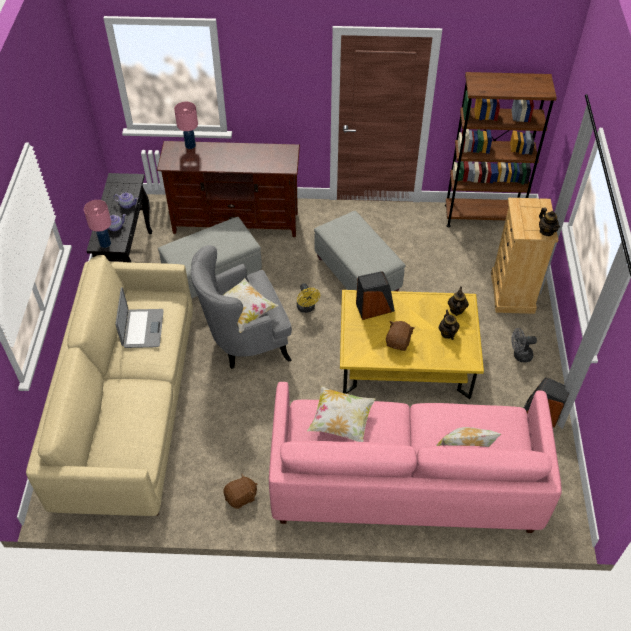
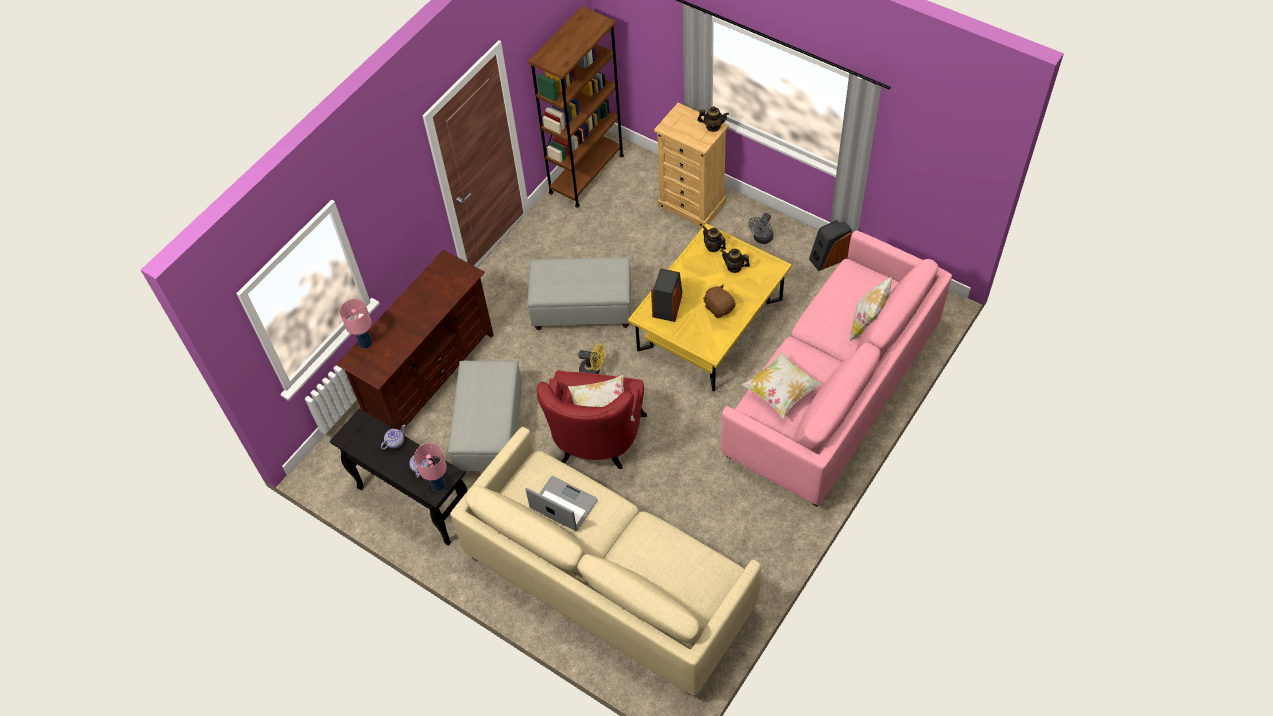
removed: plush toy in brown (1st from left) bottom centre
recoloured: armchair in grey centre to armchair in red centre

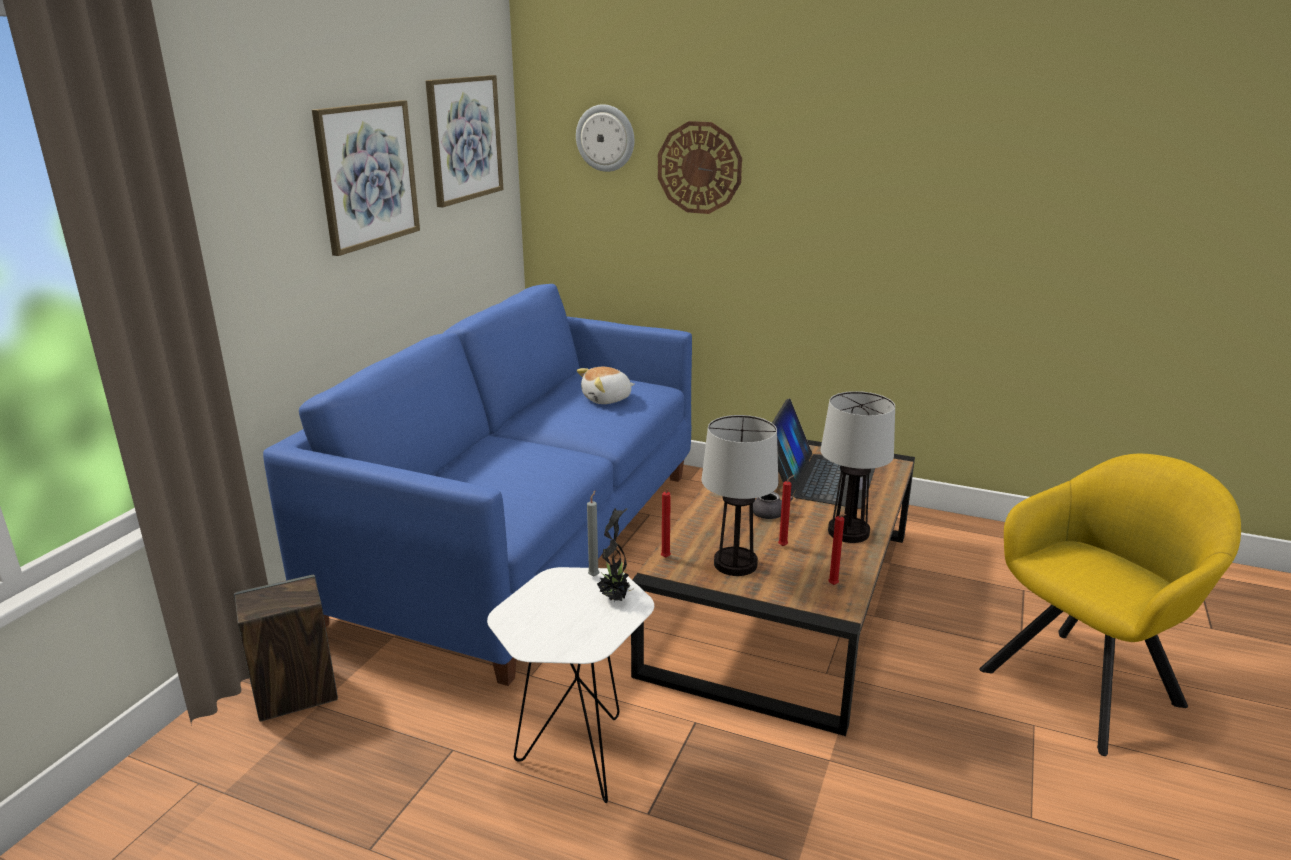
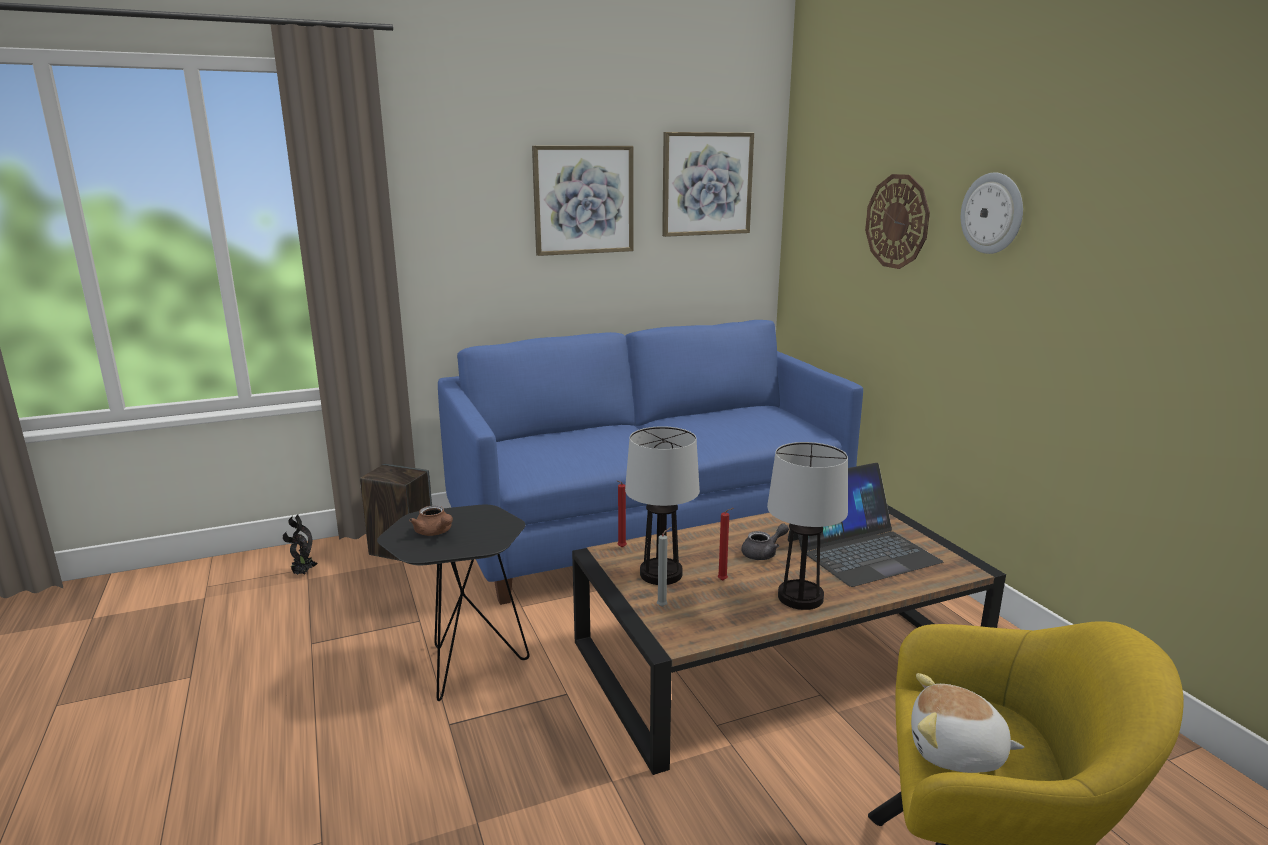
removed: candle in red (3rd from left) centre
added: teapot in brown centre
moved: wall clock (1st from left in the first image) top centre to wall clock (2nd from left) top right; plush toy centre to bottom right; candle in grey centre to bottom centre; potted plant centre to middle left
recoloured: side table in white bottom centre to side table in black bottom centre

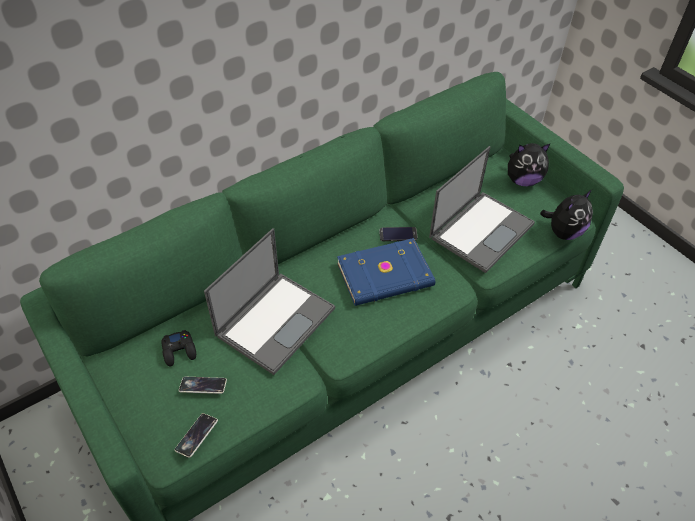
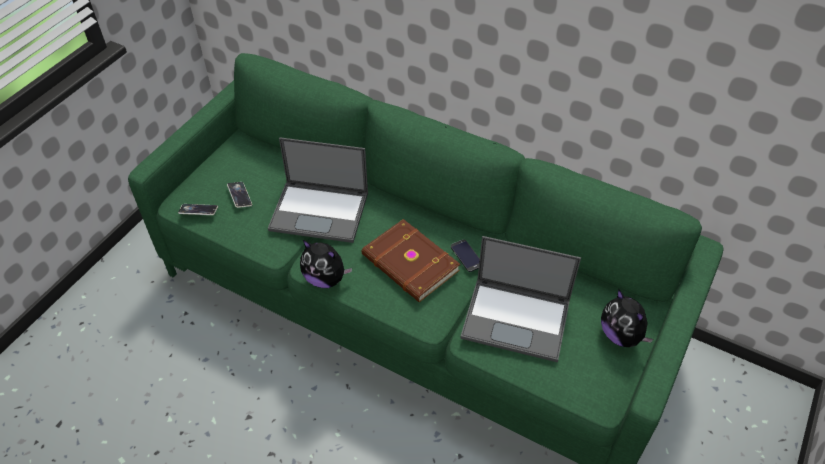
removed: game controller in black bottom left
moved: plush toy (2nd from left in the first image) middle right to plush toy (1st from left) centre
recoloured: book in blue centre to book in brown centre

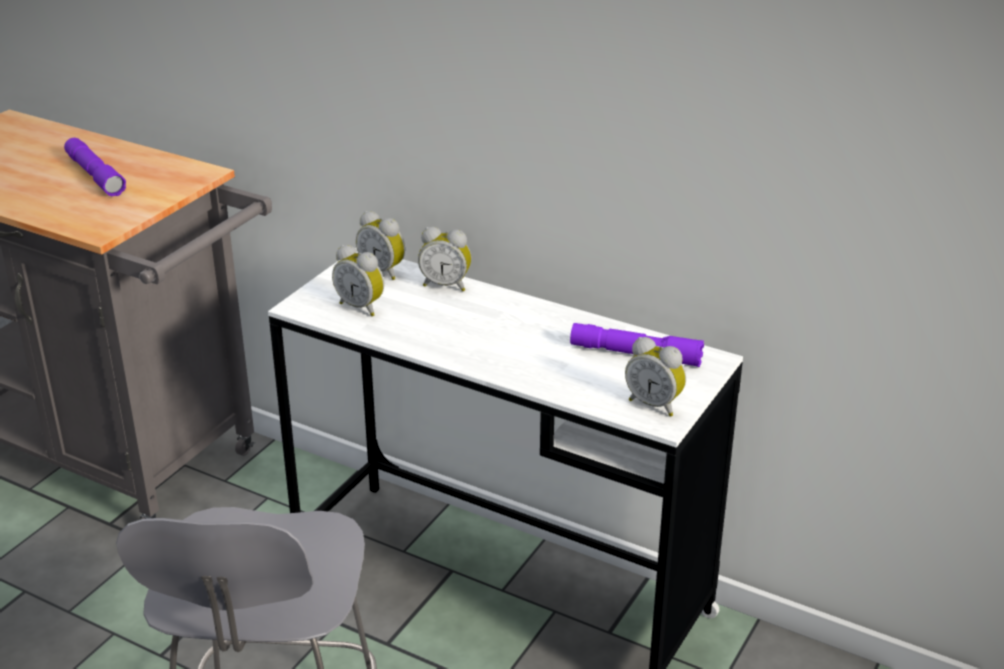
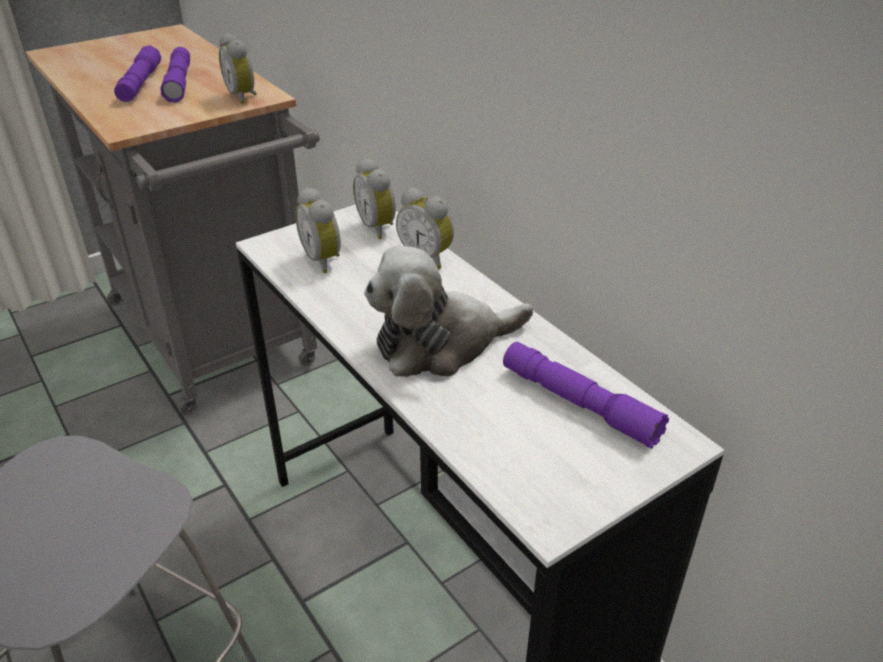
added: flashlight in purple (1st from left) top left; plush toy centre
moved: alarm clock (4th from left in the first image) centre to alarm clock (1st from left) top left

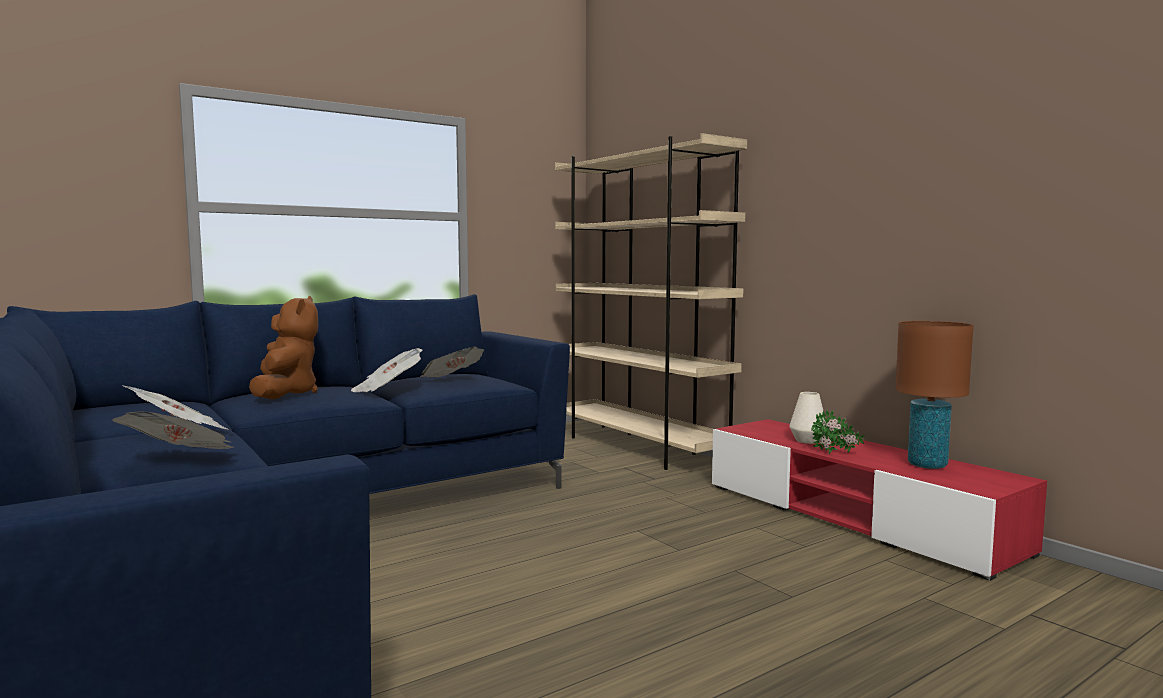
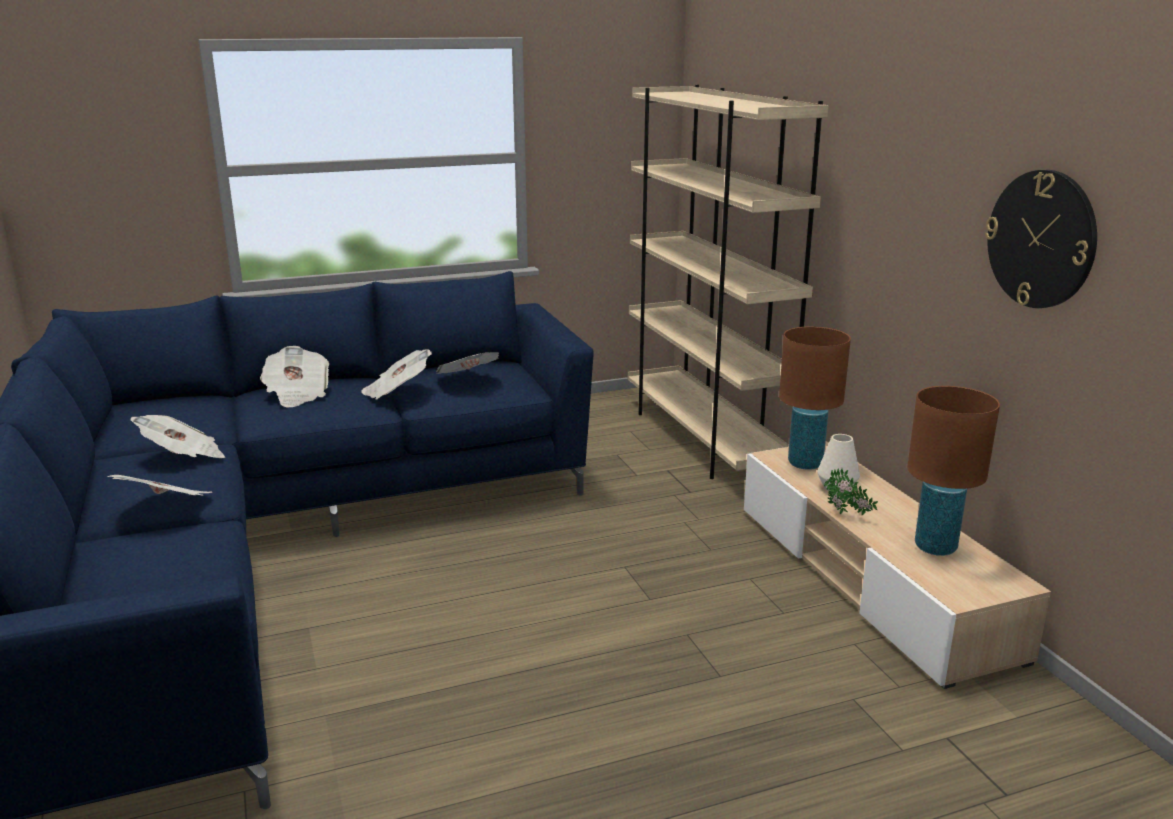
added: table lamp in brown (1st from left) middle right; wall clock top right
replaced: plush toy in brown middle left to newspaper (3rd from left) middle left
recoloured: tv stand in red bottom right to tv stand in beige bottom right

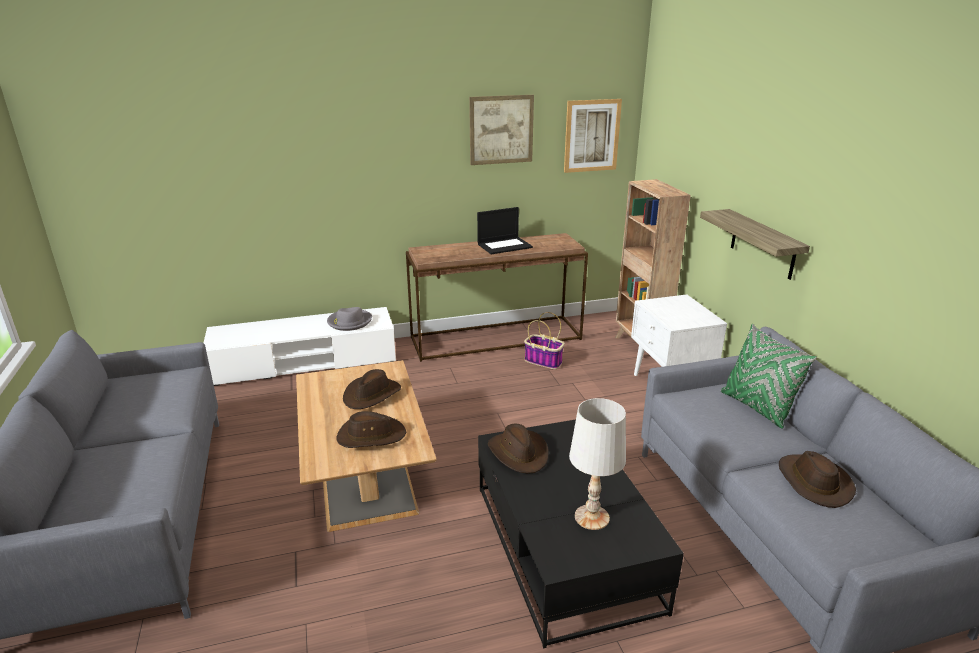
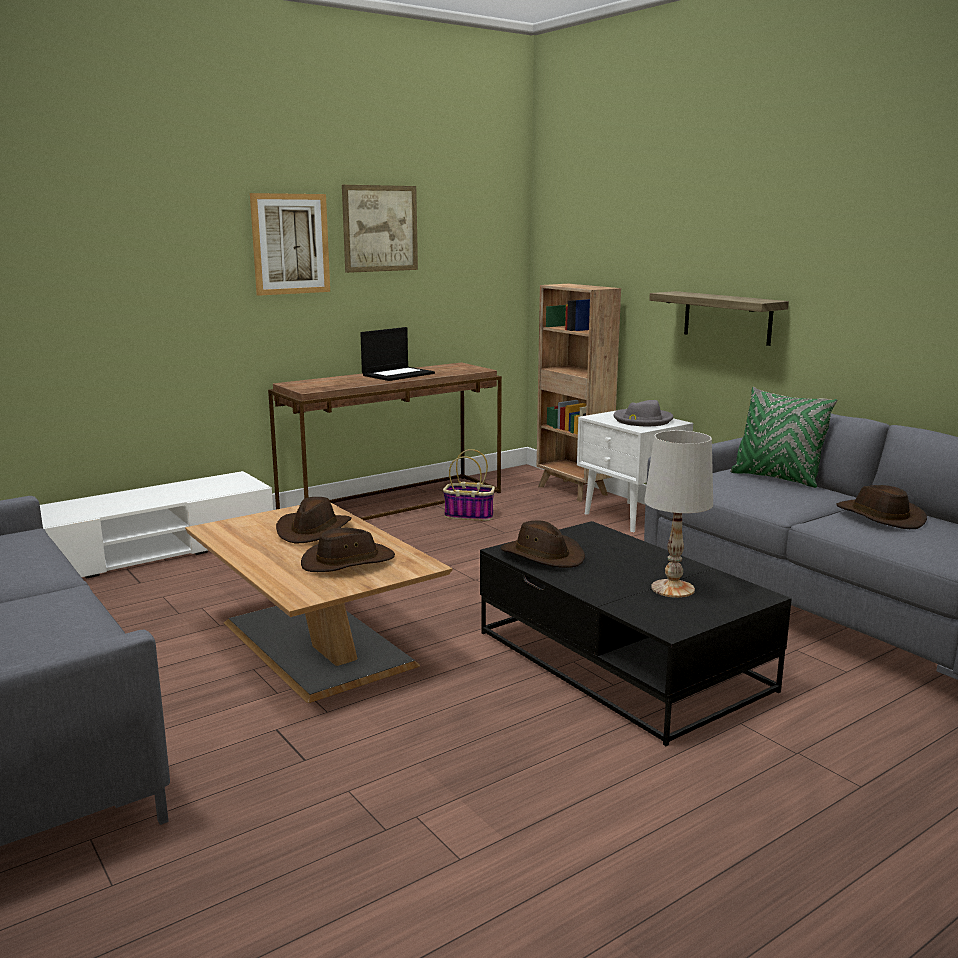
moved: hat in grey centre to middle right; picture (2nd from left in the first image) top centre to picture (1st from left) top left

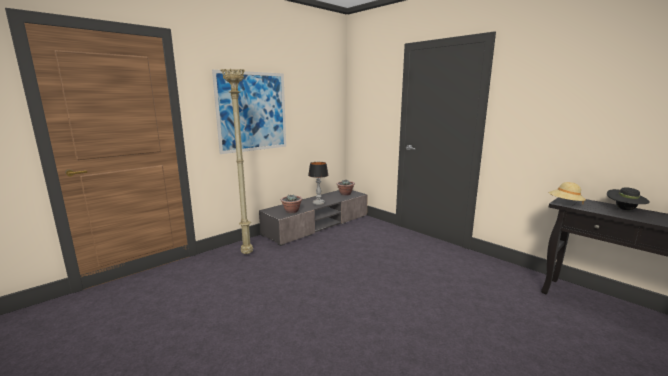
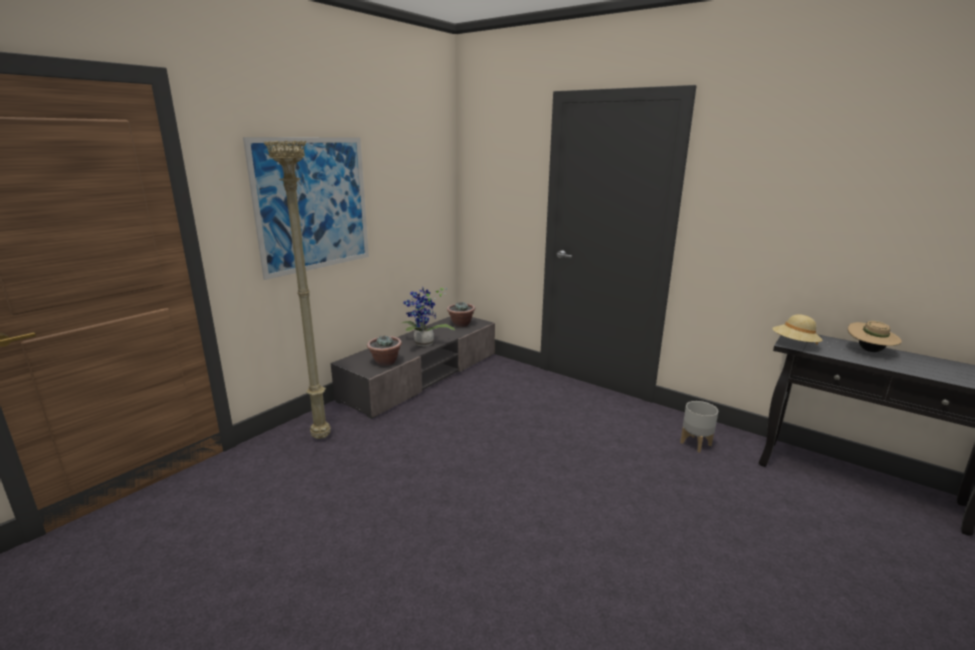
added: planter in grey middle right
replaced: table lamp centre to potted plant (2nd from left) centre
recoloured: hat in black middle right to hat in beige (2nd from left) middle right

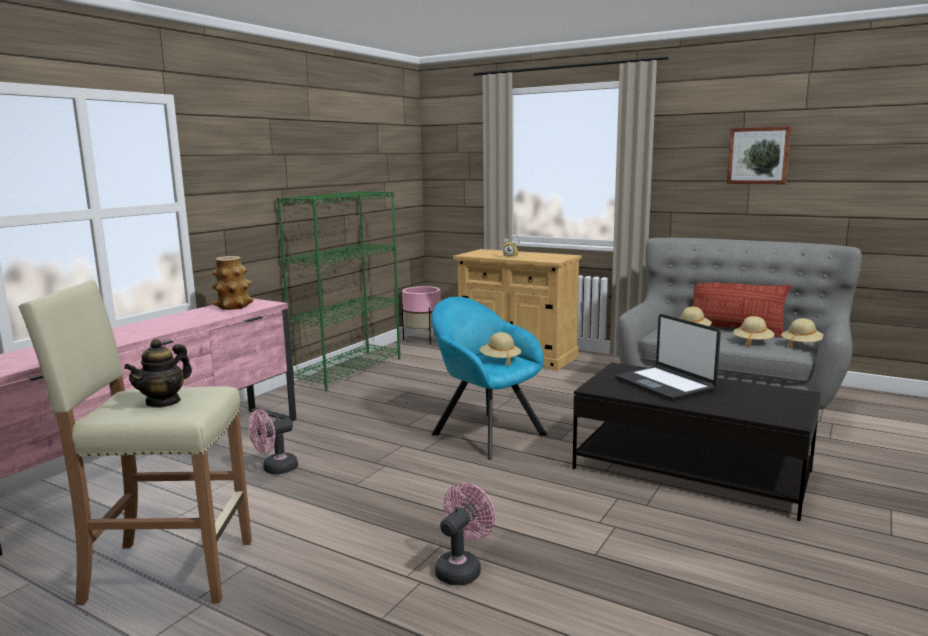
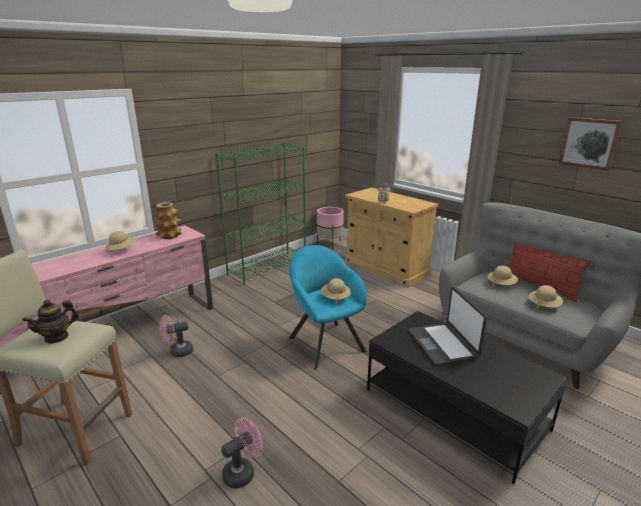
moved: hat in beige (4th from left in the first image) middle right to hat in beige (1st from left) middle left

